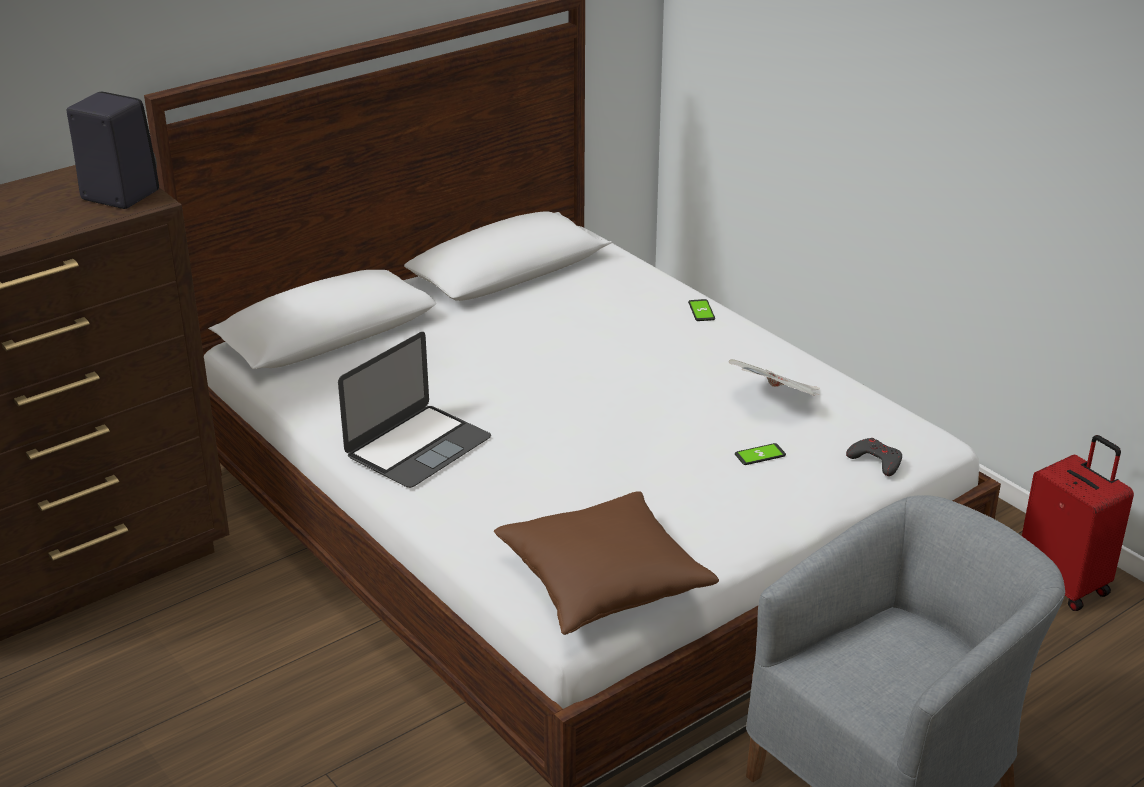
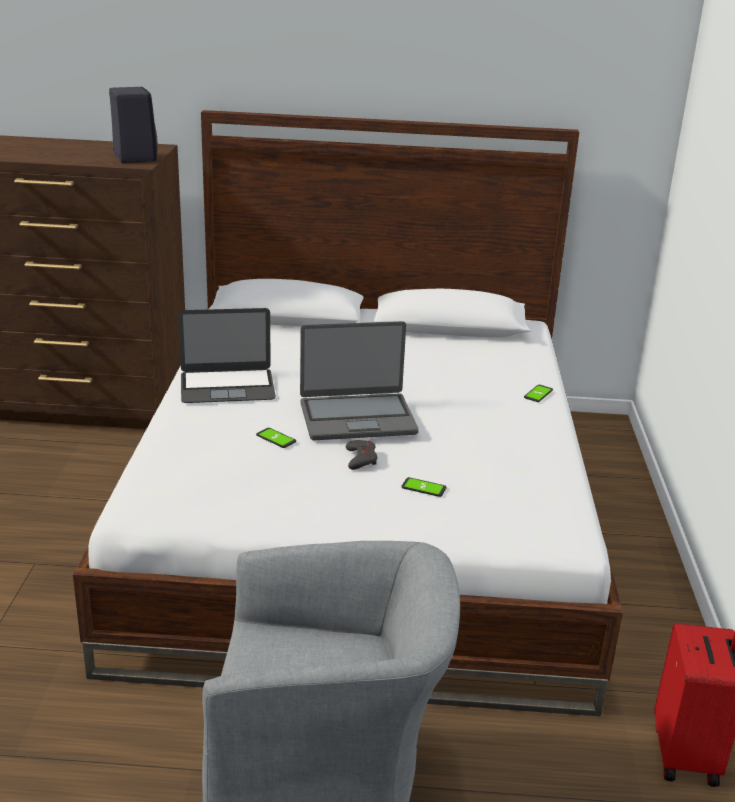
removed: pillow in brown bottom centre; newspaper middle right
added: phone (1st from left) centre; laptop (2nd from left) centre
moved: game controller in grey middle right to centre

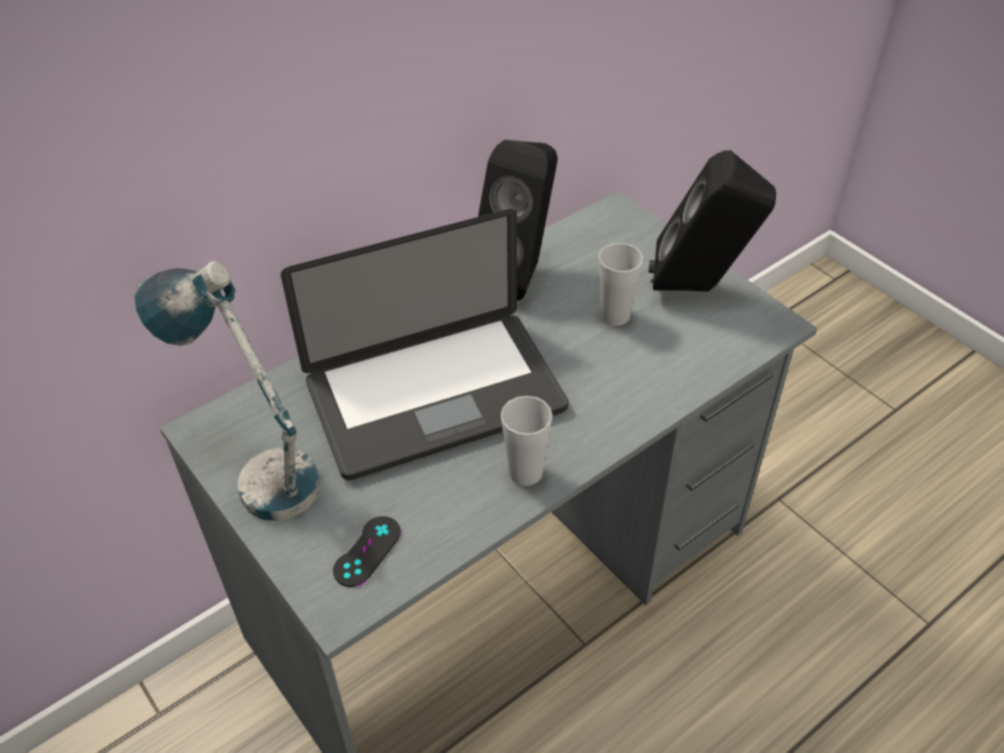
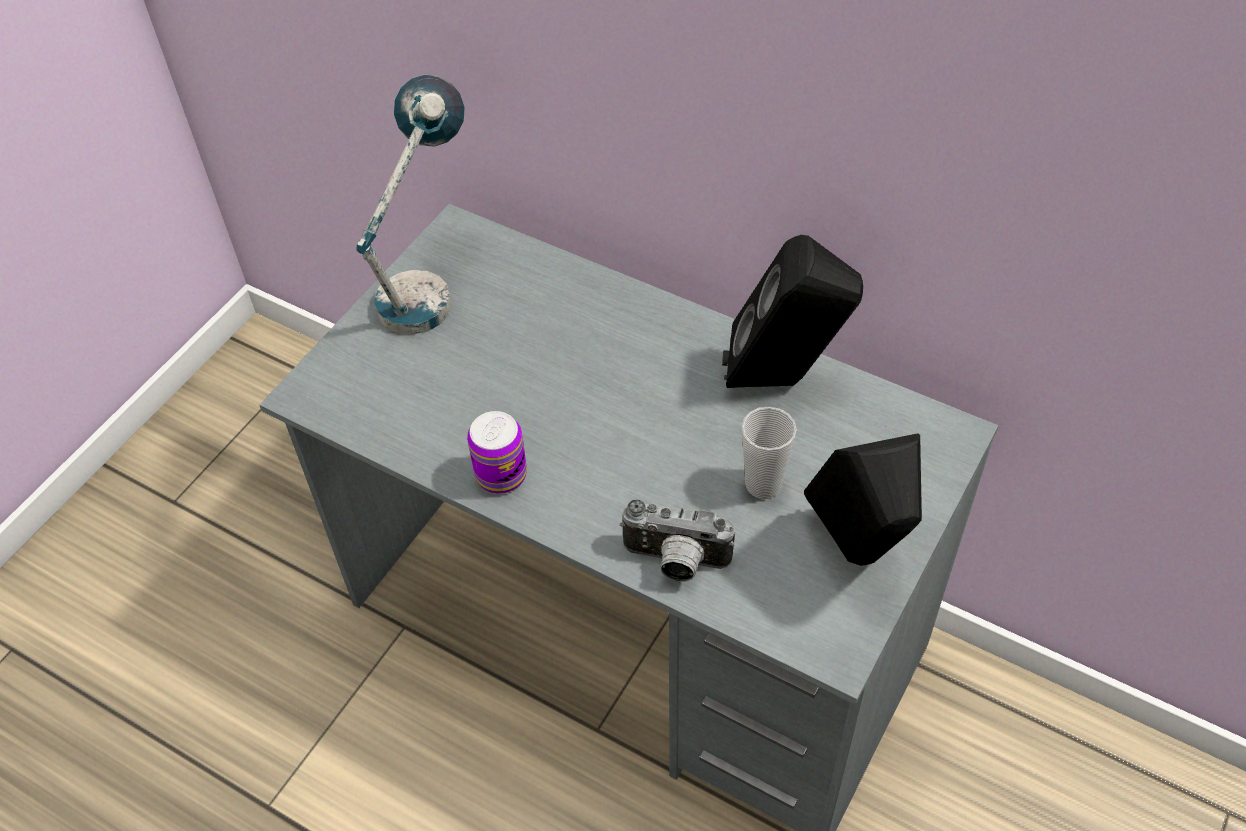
removed: laptop centre; game controller in black bottom centre
added: photo camera centre
replaced: cup (1st from left) centre to can centre

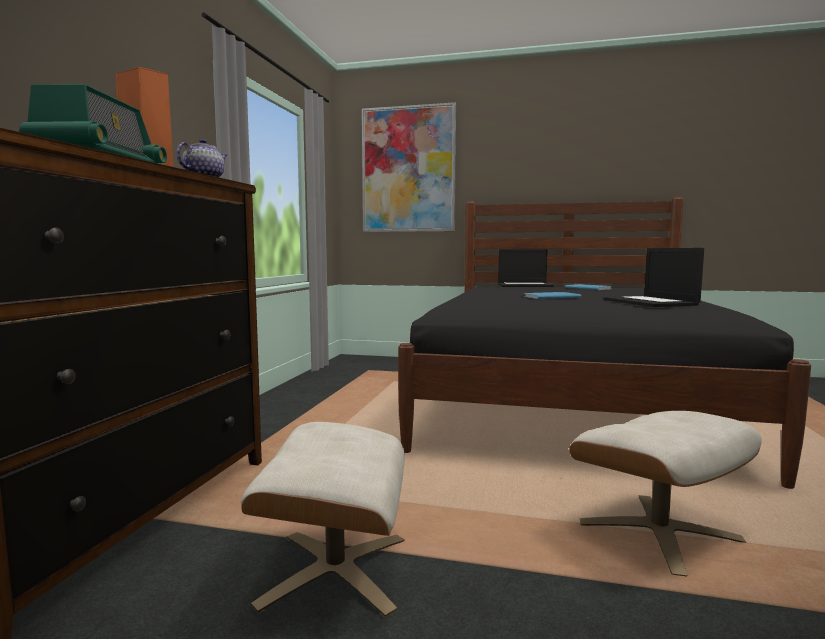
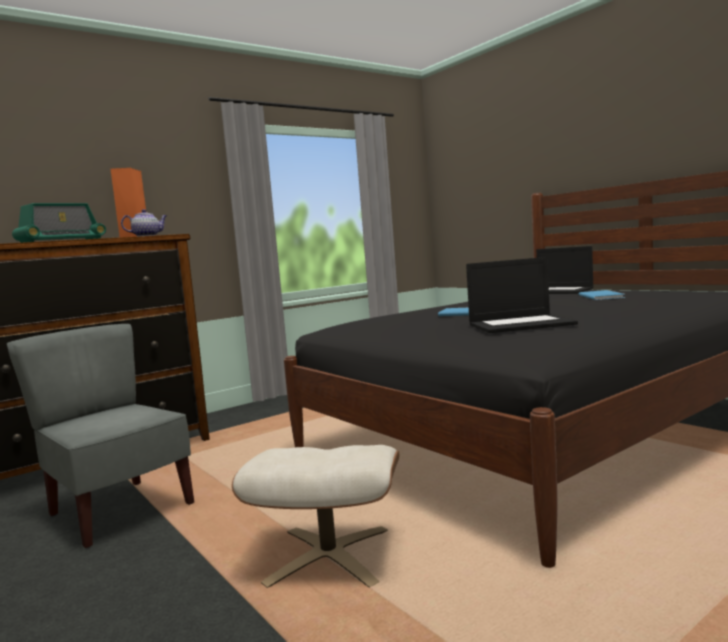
removed: picture top centre
replaced: ottoman in beige (1st from left) bottom centre to chair in grey bottom left
turned: laptop (2nd from left in the first image) middle right = middle right 120 degrees counterclockwise

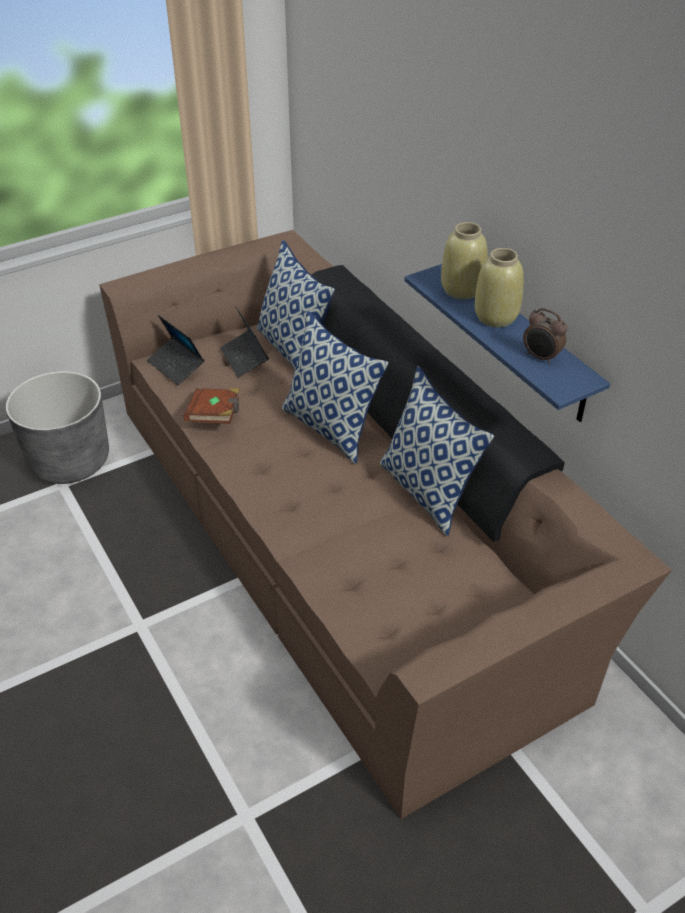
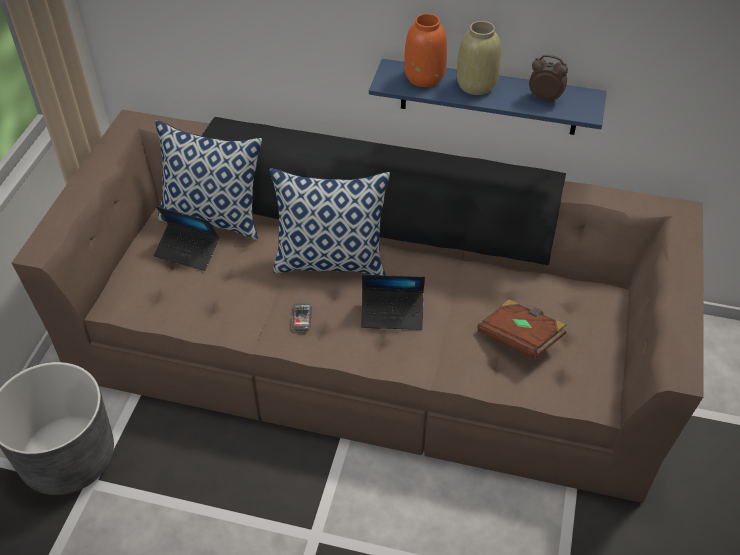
removed: pillow (3rd from left) centre
added: phone centre
moved: laptop (1st from left in the first image) middle left to laptop (2nd from left) centre; book in brown middle left to middle right
recoloured: vase in beige (1st from left) top right to vase in orange top centre
turned: alarm clock middle right = top right 150 degrees counterclockwise

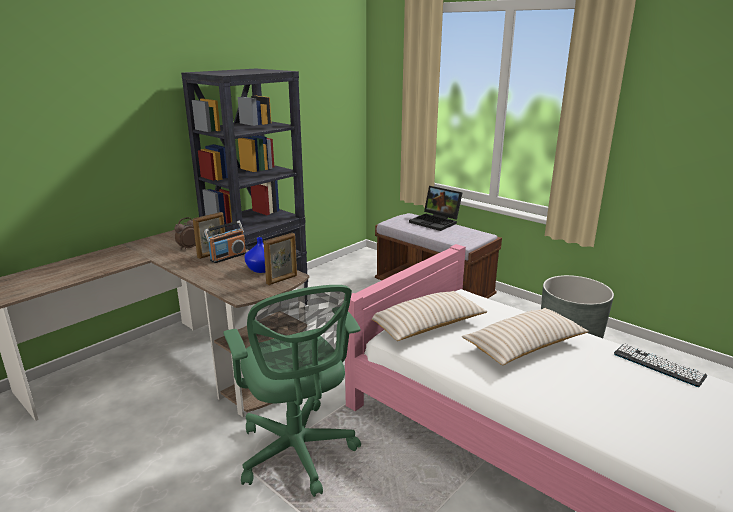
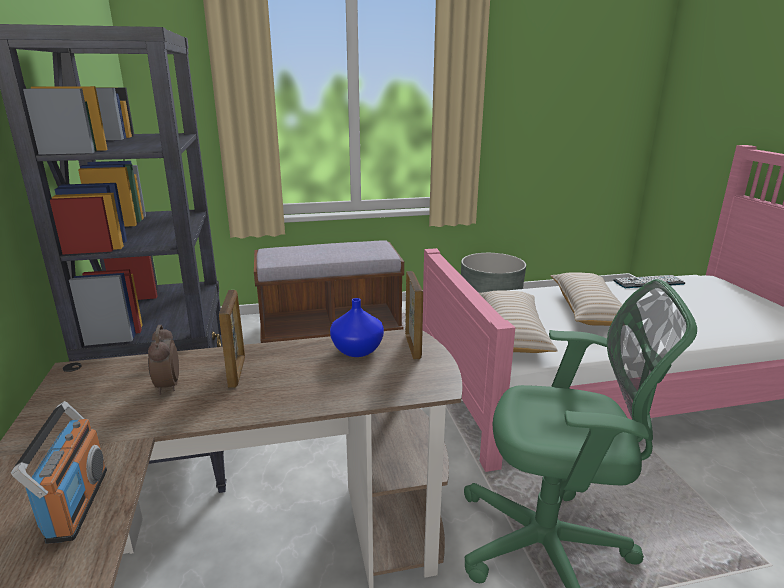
removed: laptop centre
moved: radio middle left to bottom left

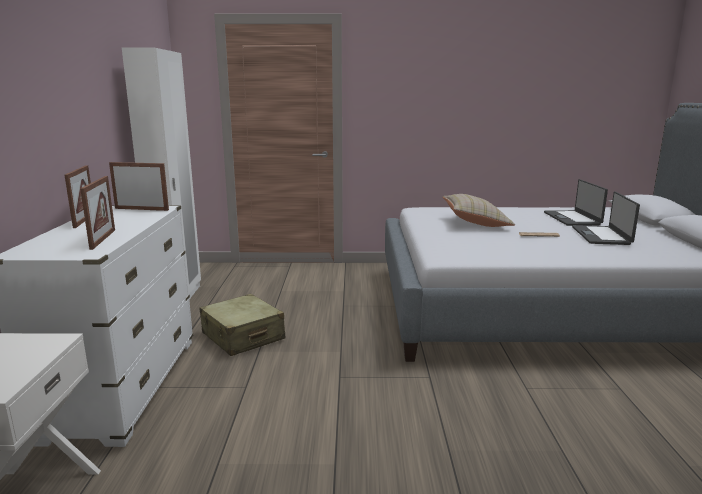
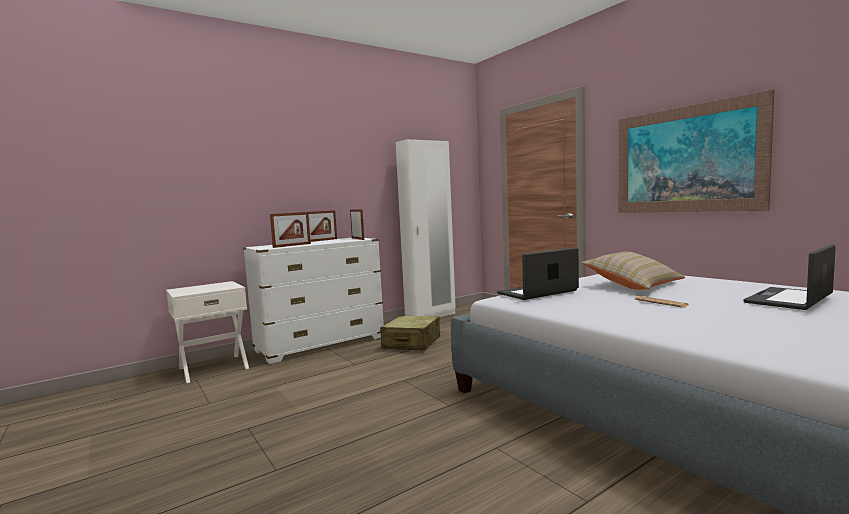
added: picture top right
moved: laptop (2nd from left in the first image) middle right to laptop (1st from left) centre

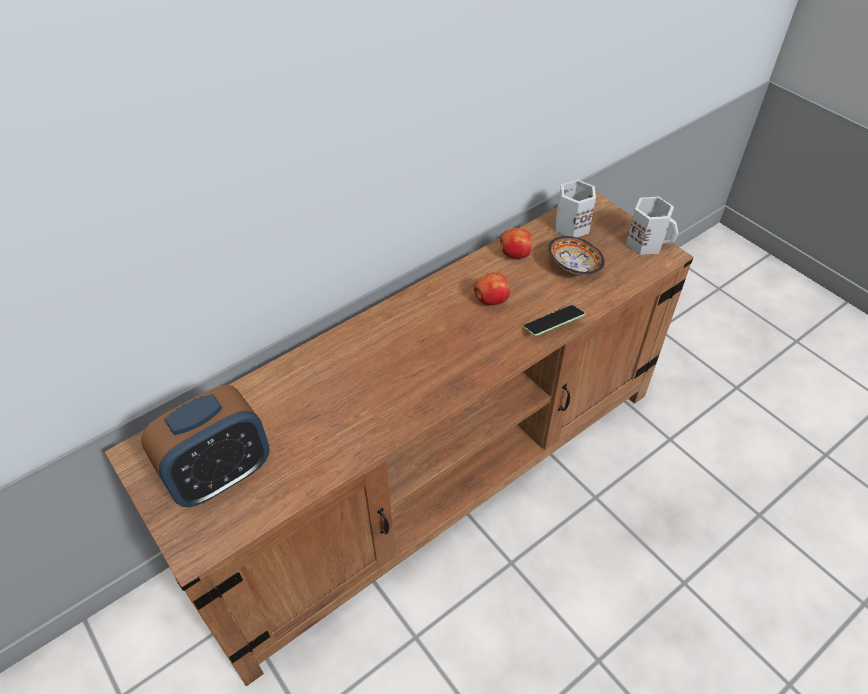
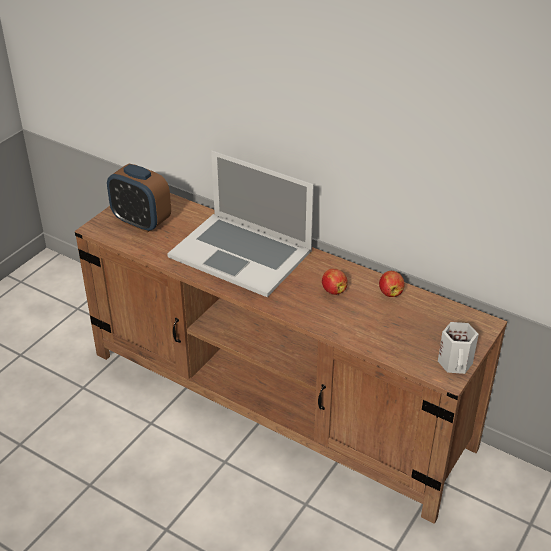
removed: phone centre; bowl centre; mug in white (1st from left) top centre
added: laptop centre

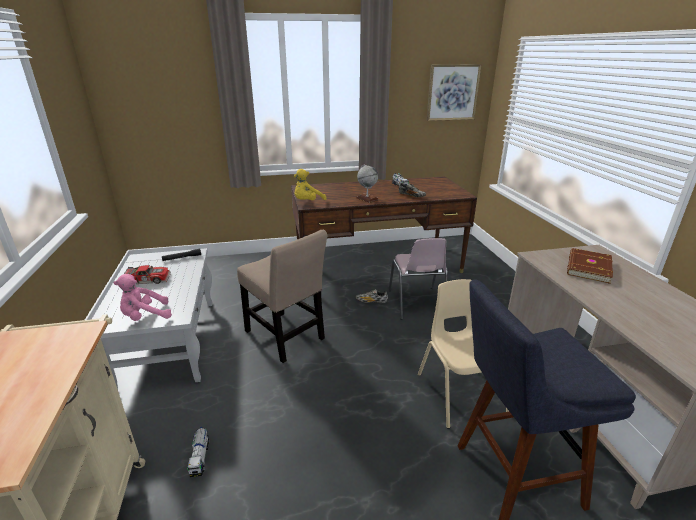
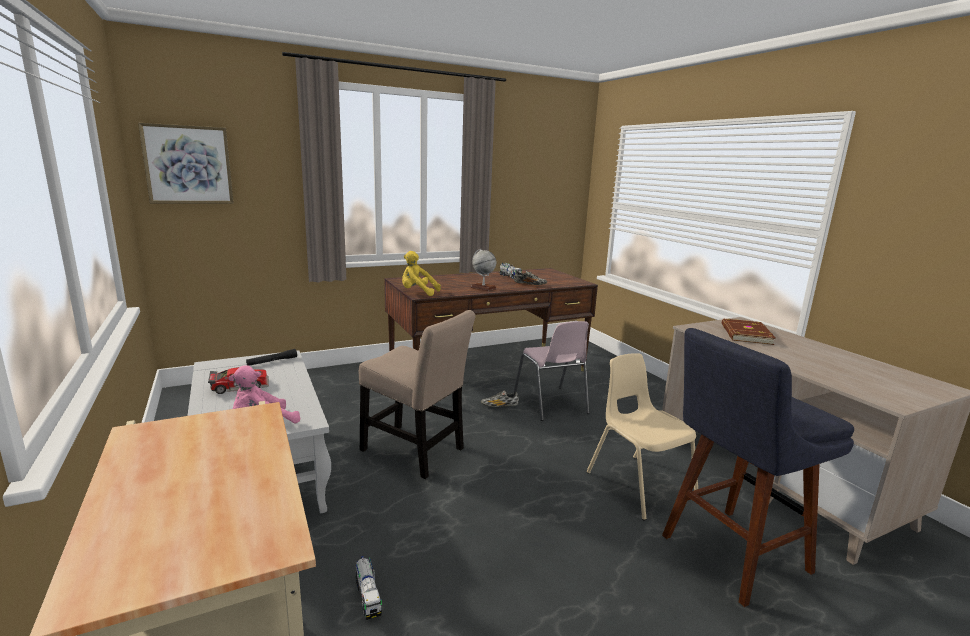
moved: picture top centre to top left
turned: plush toy in yellow centre = centre 75 degrees clockwise

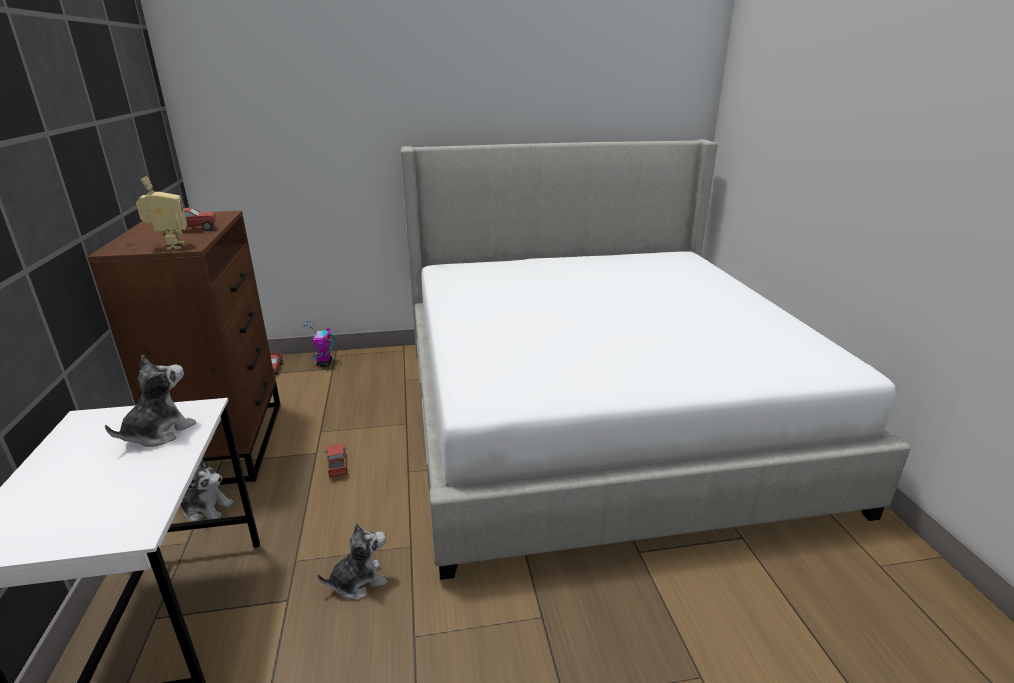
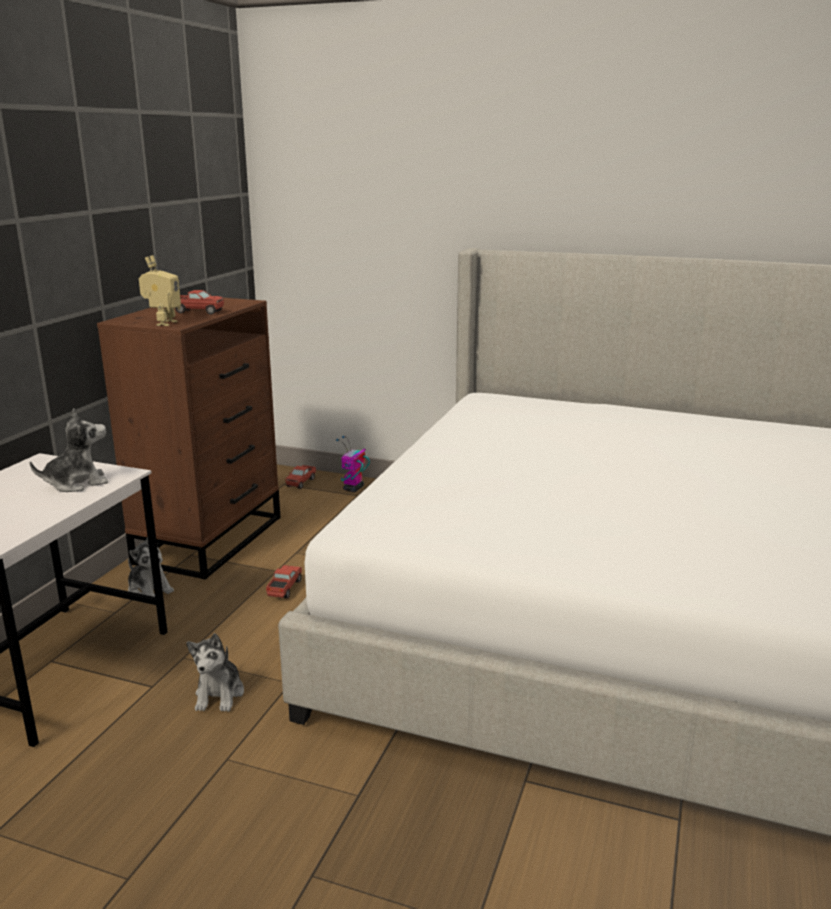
turned: plush toy (3rd from left) bottom centre = bottom left 90 degrees clockwise

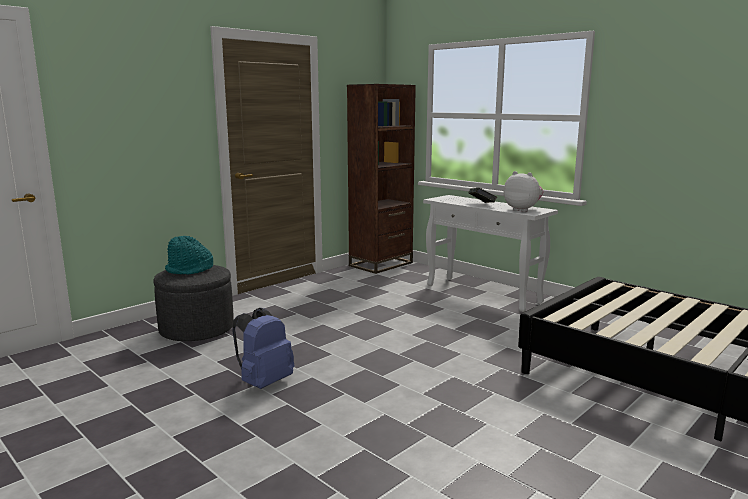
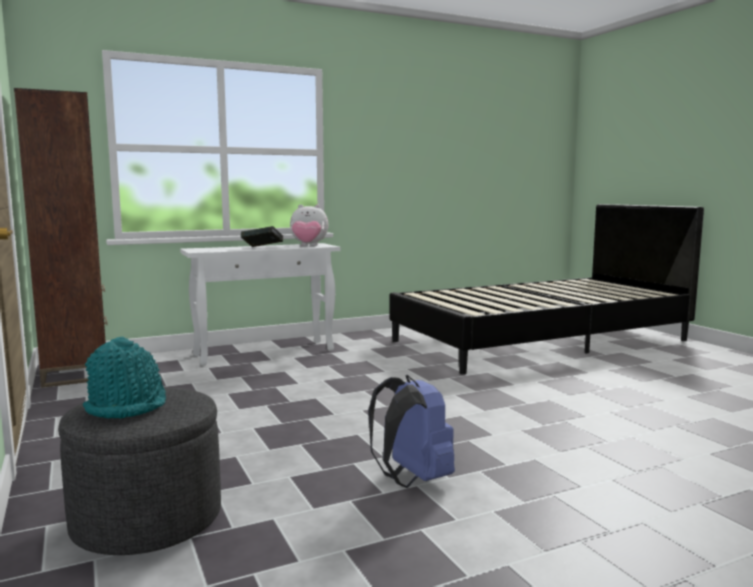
turned: plush toy middle right = centre 150 degrees counterclockwise

